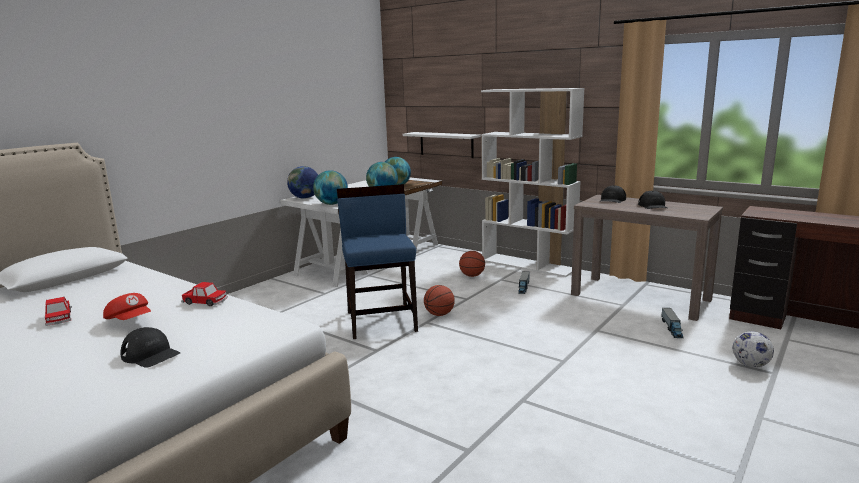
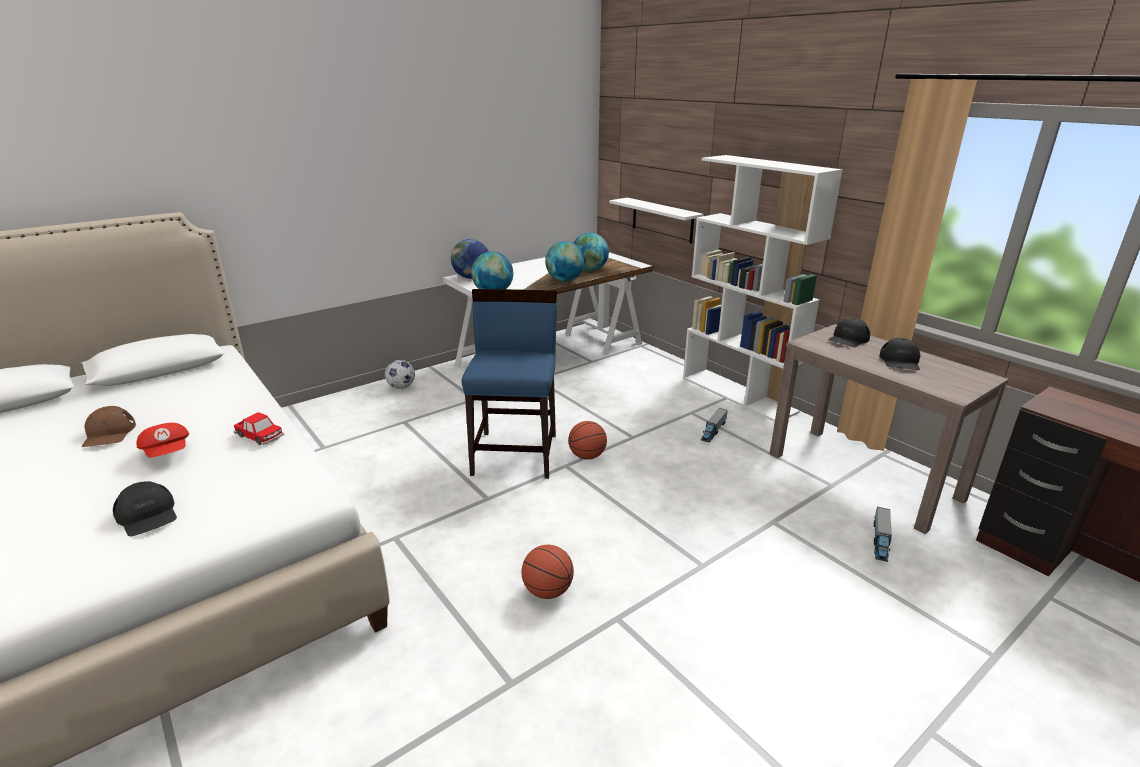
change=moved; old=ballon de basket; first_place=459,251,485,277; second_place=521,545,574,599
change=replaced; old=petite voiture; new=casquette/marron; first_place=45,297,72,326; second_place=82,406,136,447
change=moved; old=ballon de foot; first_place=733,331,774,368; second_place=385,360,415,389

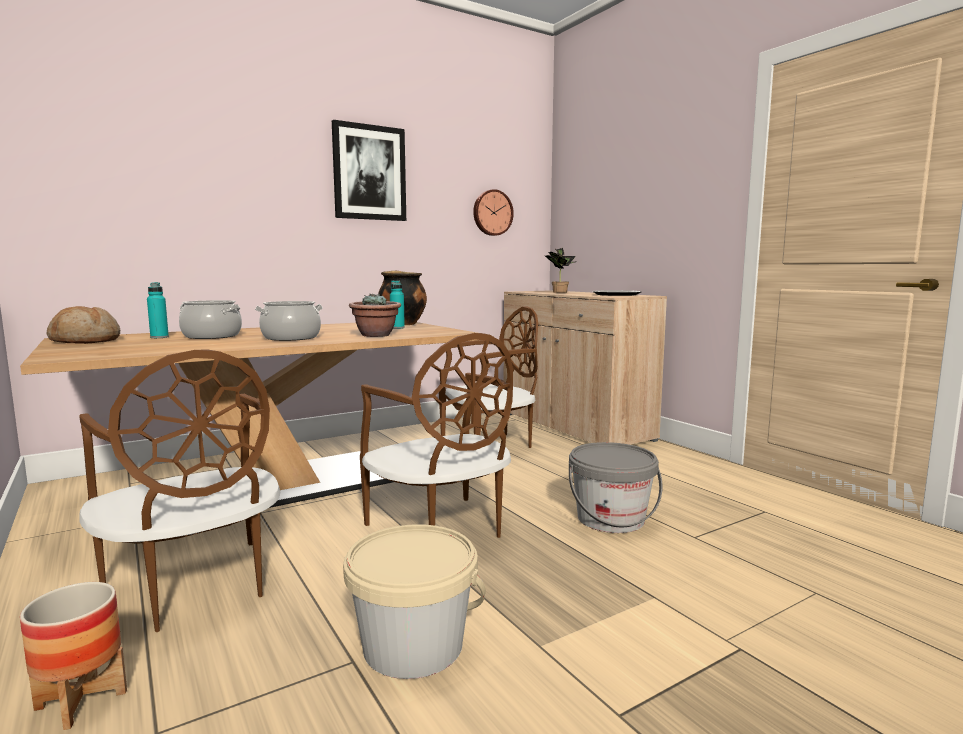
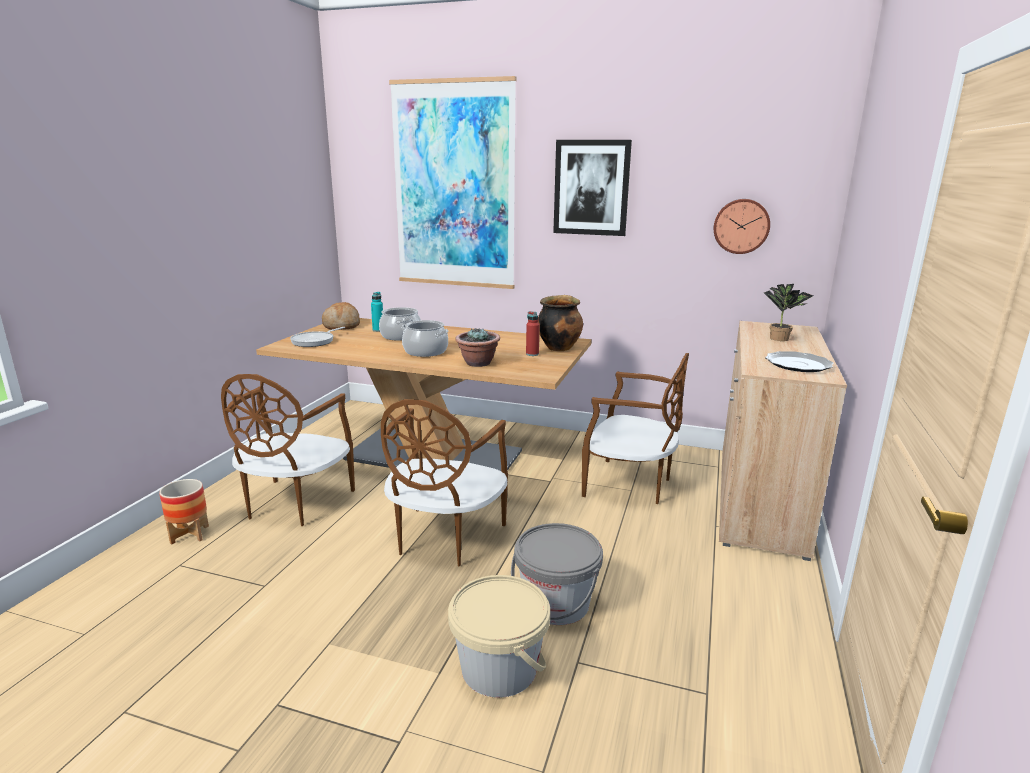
change=recoloured; old=bouteille/turquoise; new=bouteille/rouge; first_place=390,280,405,329; second_place=526,311,540,356
change=moved; old=seau/beige; first_place=343,524,486,679; second_place=448,575,550,698
change=added; new=tableau; second_place=389,76,516,289
change=added; new=poêle; second_place=290,327,345,347

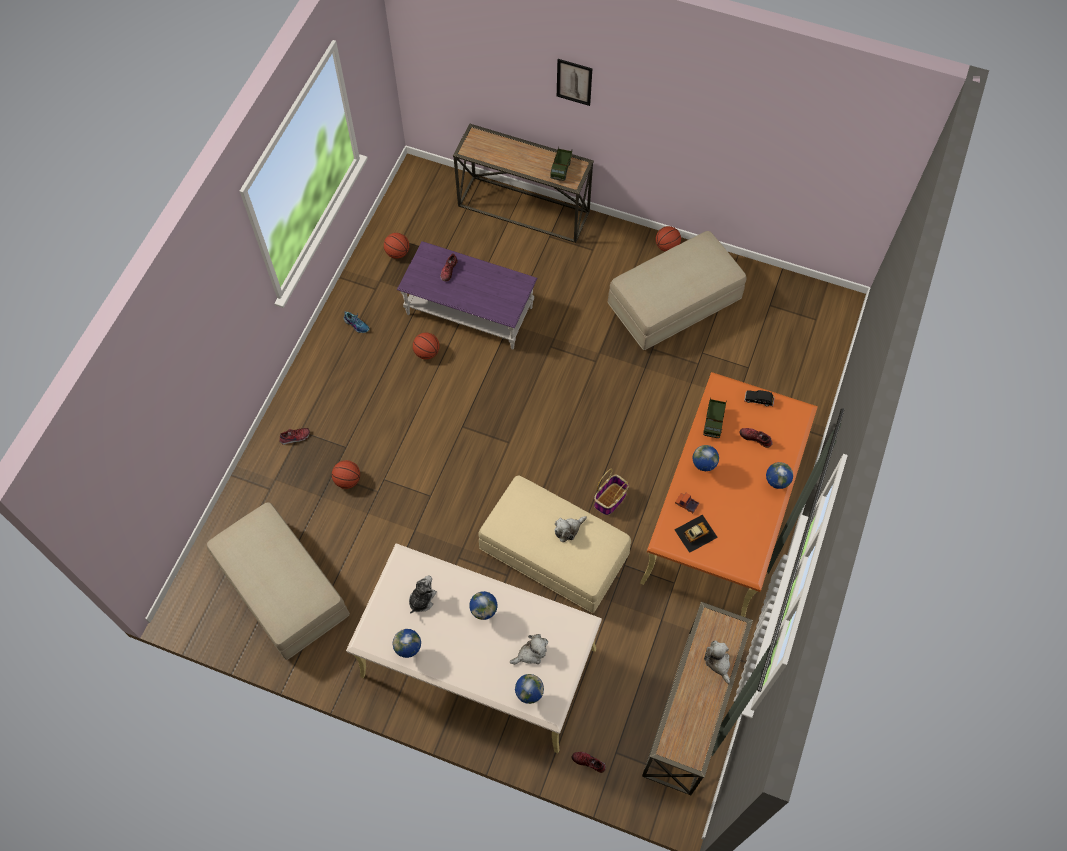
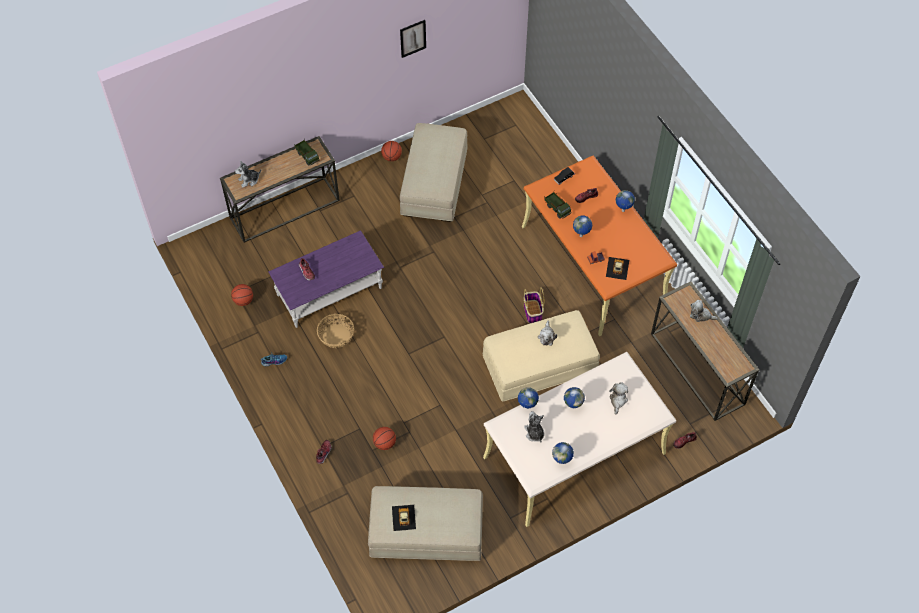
change=moved; old=tableau; first_place=557,59,592,106; second_place=400,20,426,58
change=replaced; old=ballon de basket; new=panier; first_place=413,332,440,359; second_place=317,314,354,348
change=moved; old=globe; first_place=515,674,544,704; second_place=518,387,539,409
change=added; new=peluche; second_place=235,160,261,188
change=added; new=petite voiture; second_place=392,505,416,531

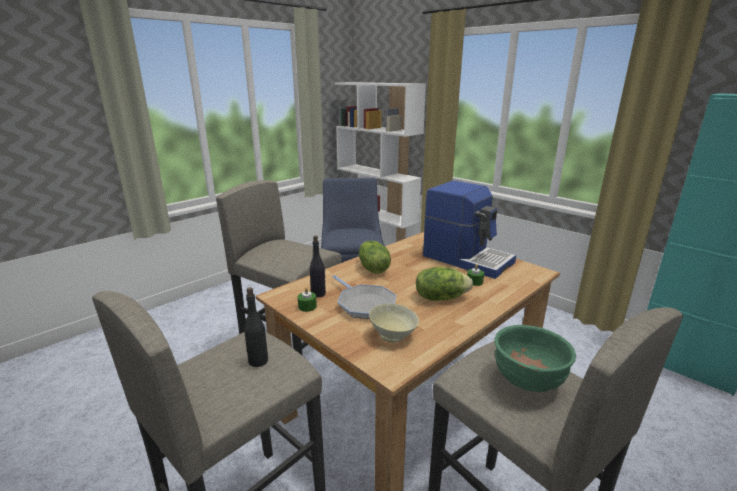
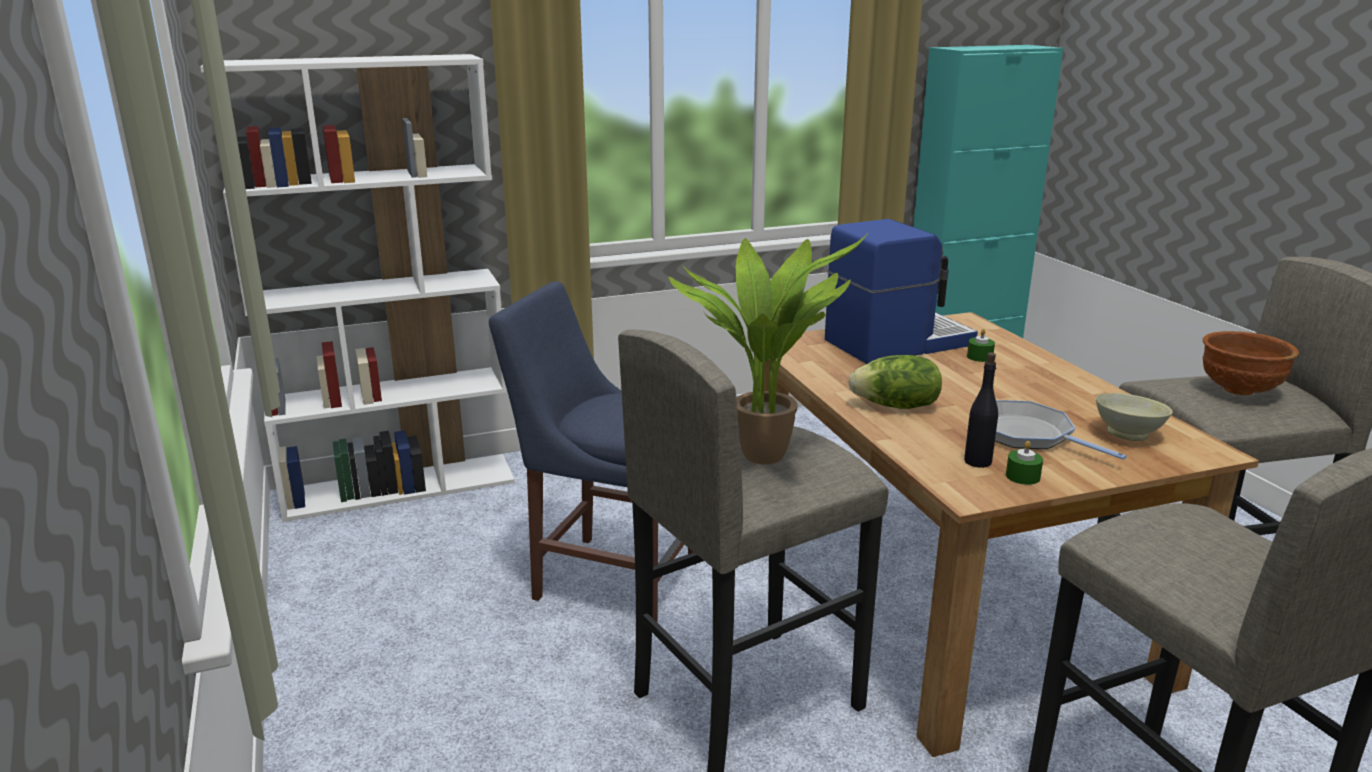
change=removed; old=laitue; first_place=416,267,473,301
change=turned; old=poêle; first_place=332,275,396,319; second_place=995,400,1127,460; degrees=-120
change=removed; old=bouteille/noir; first_place=244,287,268,367
change=recoloured; old=bol/vert; new=bol/marron; first_place=494,325,576,392; second_place=1203,331,1299,395
change=added; new=plante en pot; second_place=669,232,869,464

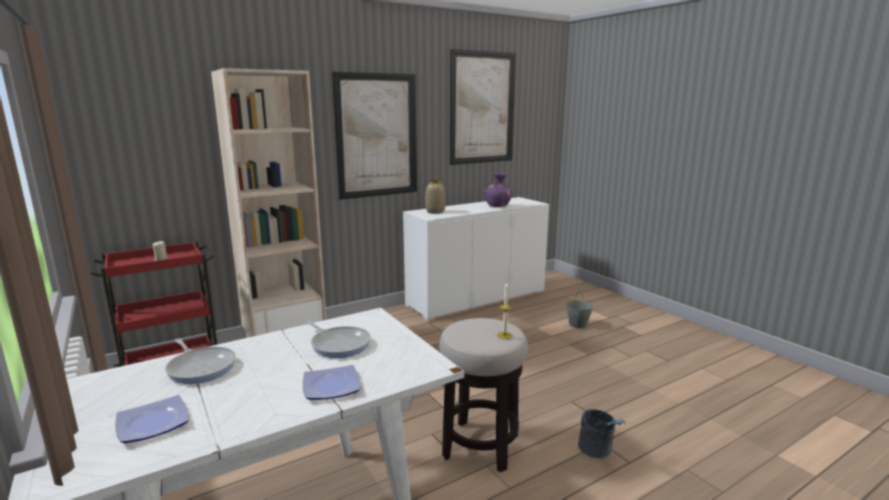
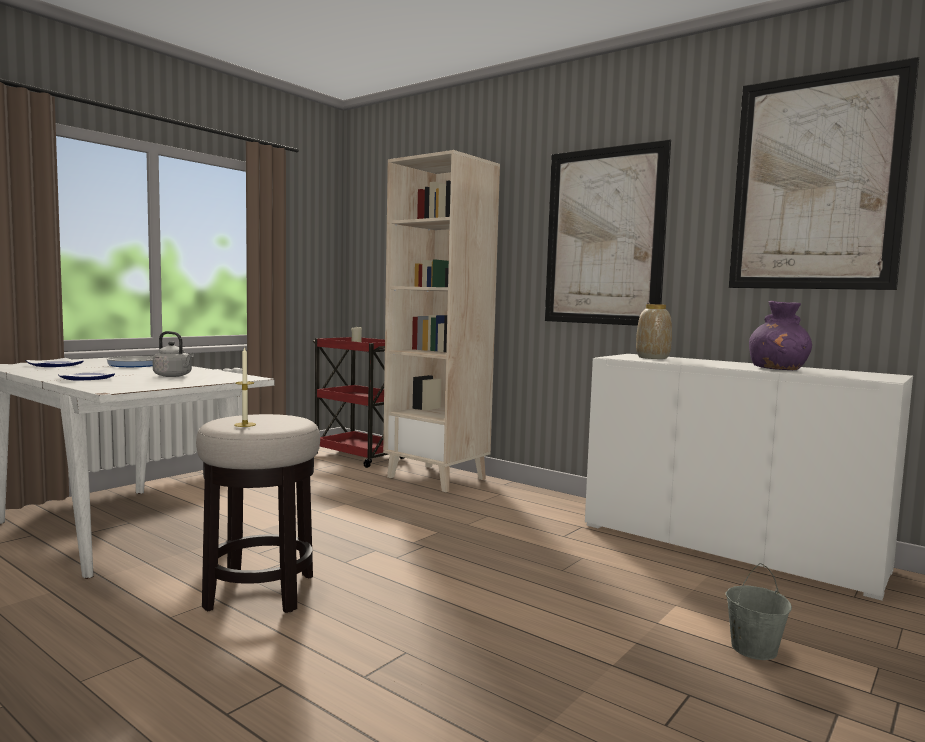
change=replaced; old=poêle; new=bouilloire/gris; first_place=304,320,371,358; second_place=153,331,194,377
change=removed; old=seau/gris; first_place=578,409,626,458

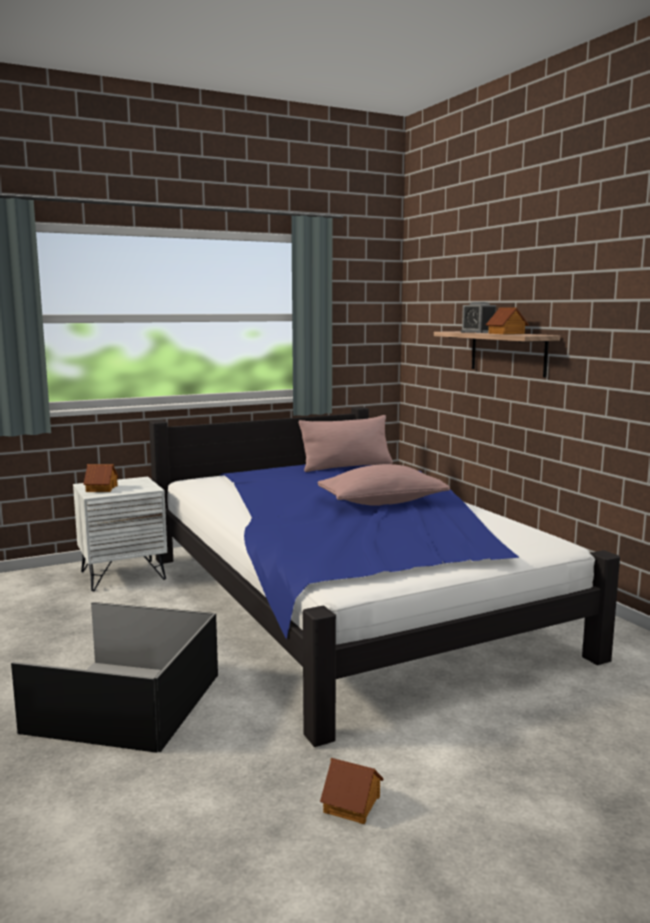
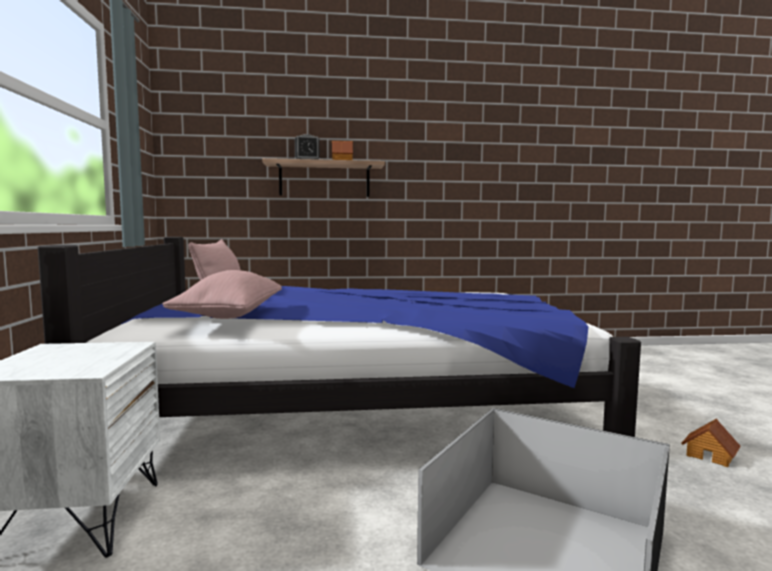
change=removed; old=maison miniature; first_place=83,464,118,492
change=moved; old=coussin/rose; first_place=317,464,450,506; second_place=162,270,282,319

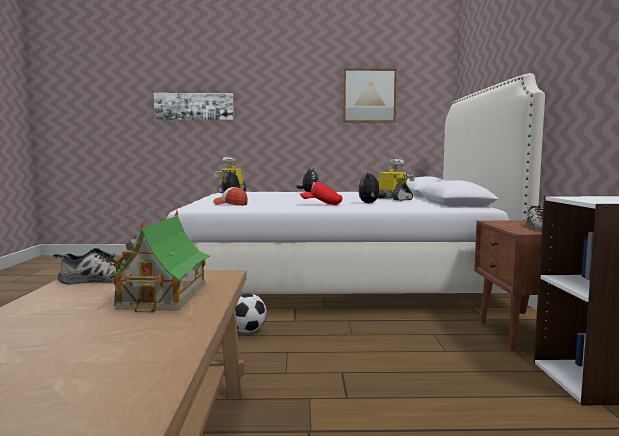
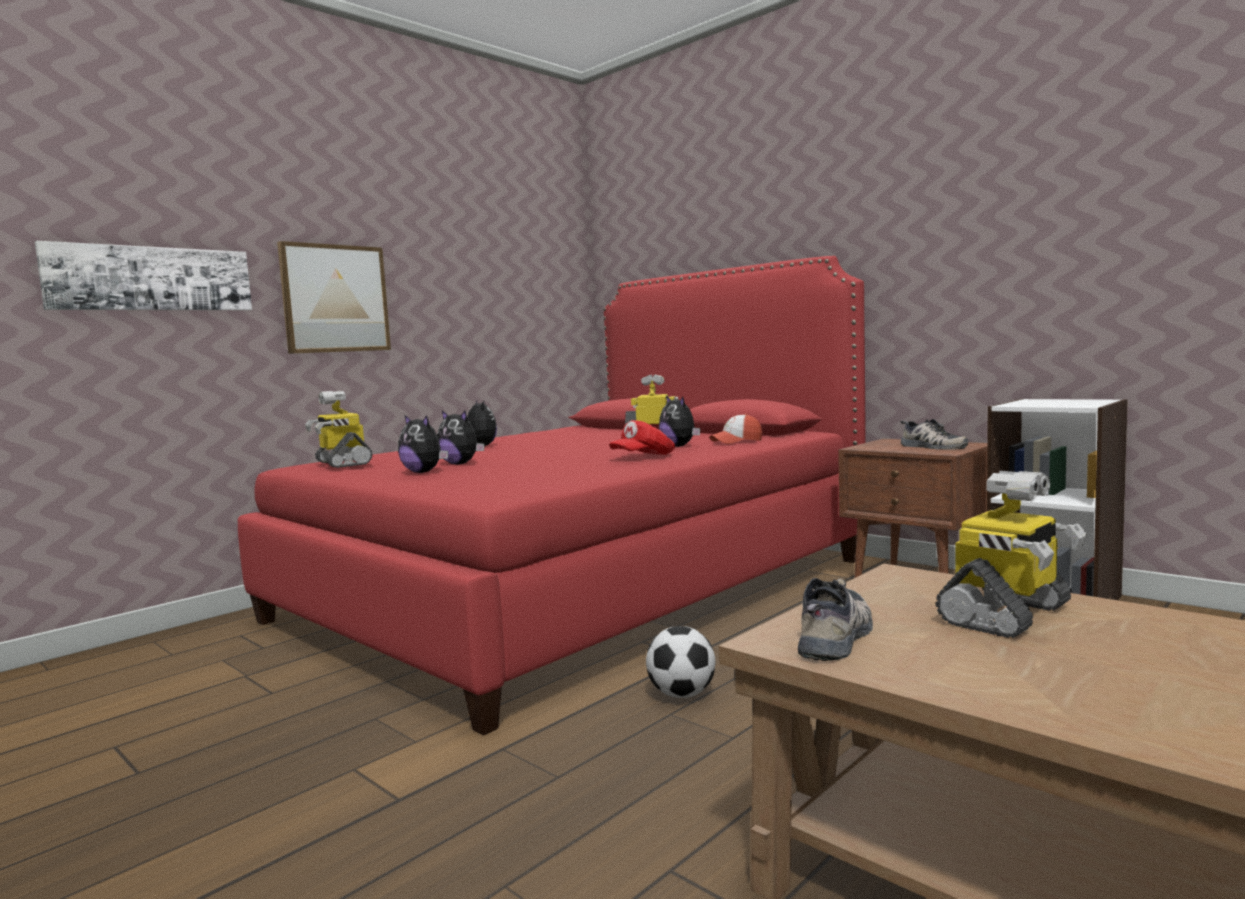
change=moved; old=tableau; first_place=343,68,397,123; second_place=277,241,391,354
change=recoloured; old=lit/blanc; new=lit/rouge; first_place=167,73,545,314; second_place=238,256,866,735
change=moved; old=casquette; first_place=213,187,248,206; second_place=709,414,762,444
change=replaced; old=maison miniature; new=robot jouet; first_place=105,210,210,313; second_place=935,471,1087,638
change=added; new=peluche; second_place=437,411,485,465

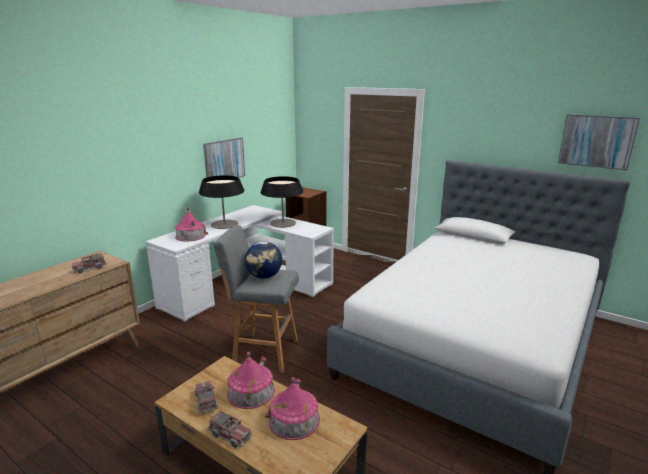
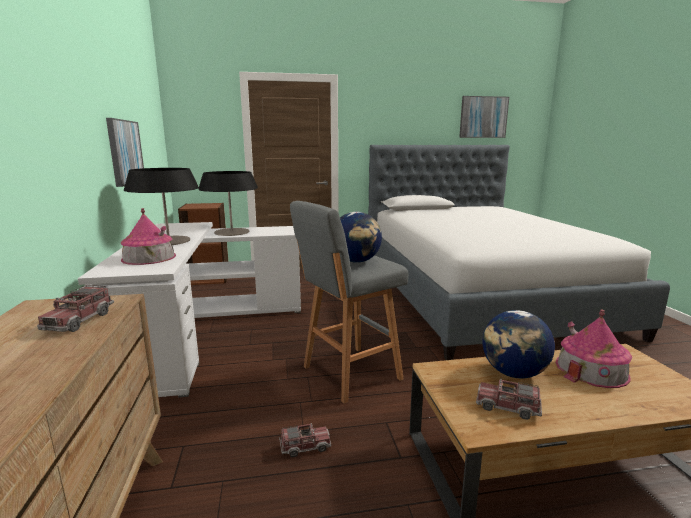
change=replaced; old=maison miniature; new=globe; first_place=227,352,275,409; second_place=482,310,555,378
change=moved; old=camion jouet; first_place=208,410,252,448; second_place=279,423,331,457

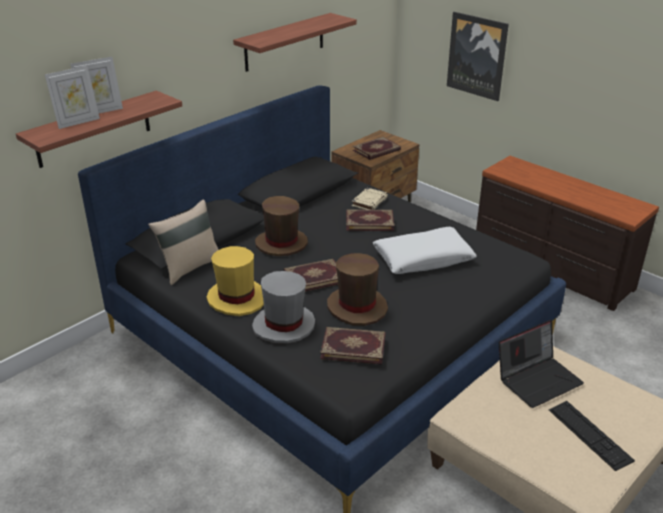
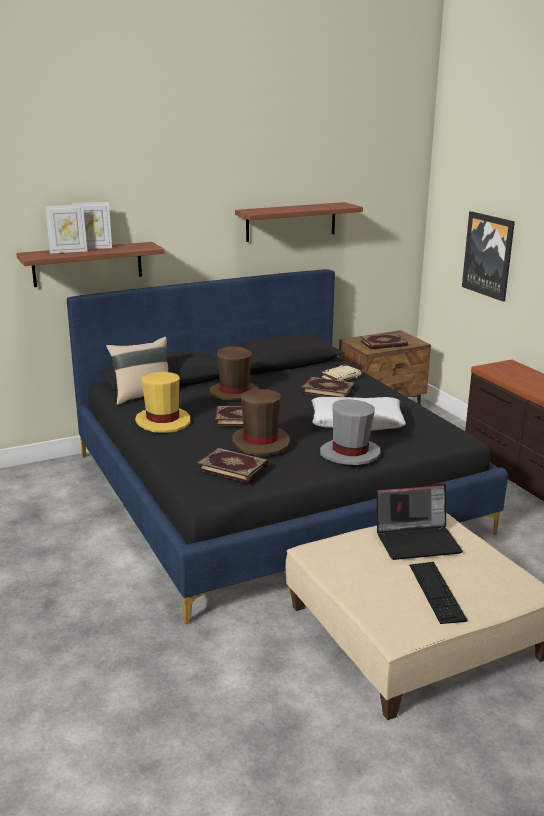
change=moved; old=chapeau/gris; first_place=252,271,315,343; second_place=320,399,380,465

